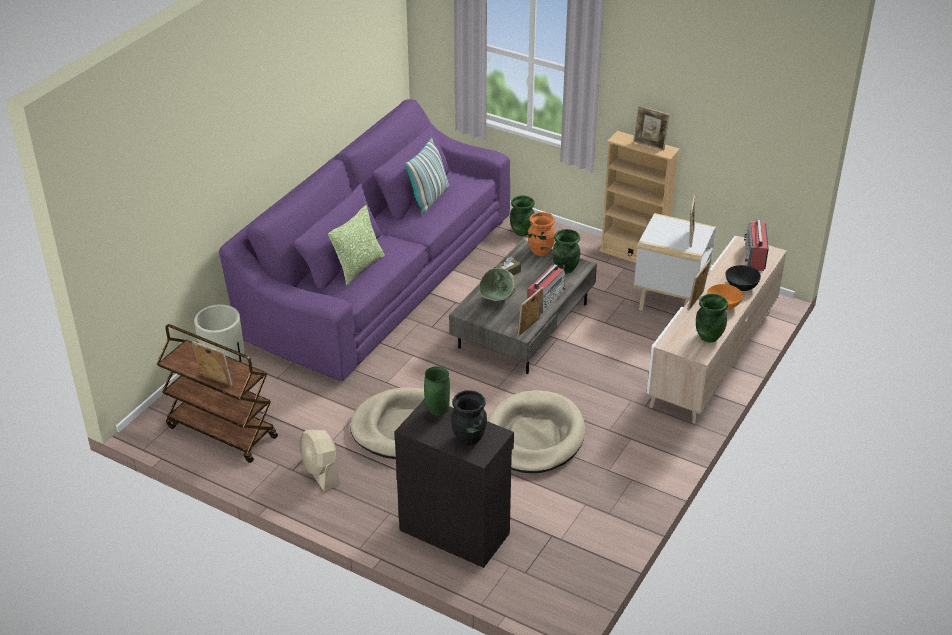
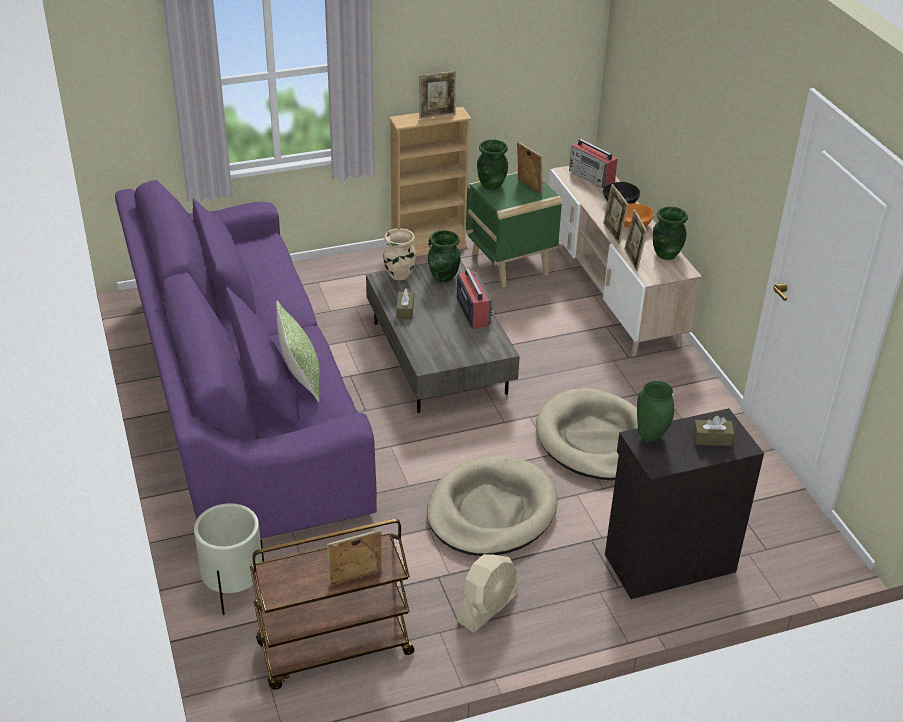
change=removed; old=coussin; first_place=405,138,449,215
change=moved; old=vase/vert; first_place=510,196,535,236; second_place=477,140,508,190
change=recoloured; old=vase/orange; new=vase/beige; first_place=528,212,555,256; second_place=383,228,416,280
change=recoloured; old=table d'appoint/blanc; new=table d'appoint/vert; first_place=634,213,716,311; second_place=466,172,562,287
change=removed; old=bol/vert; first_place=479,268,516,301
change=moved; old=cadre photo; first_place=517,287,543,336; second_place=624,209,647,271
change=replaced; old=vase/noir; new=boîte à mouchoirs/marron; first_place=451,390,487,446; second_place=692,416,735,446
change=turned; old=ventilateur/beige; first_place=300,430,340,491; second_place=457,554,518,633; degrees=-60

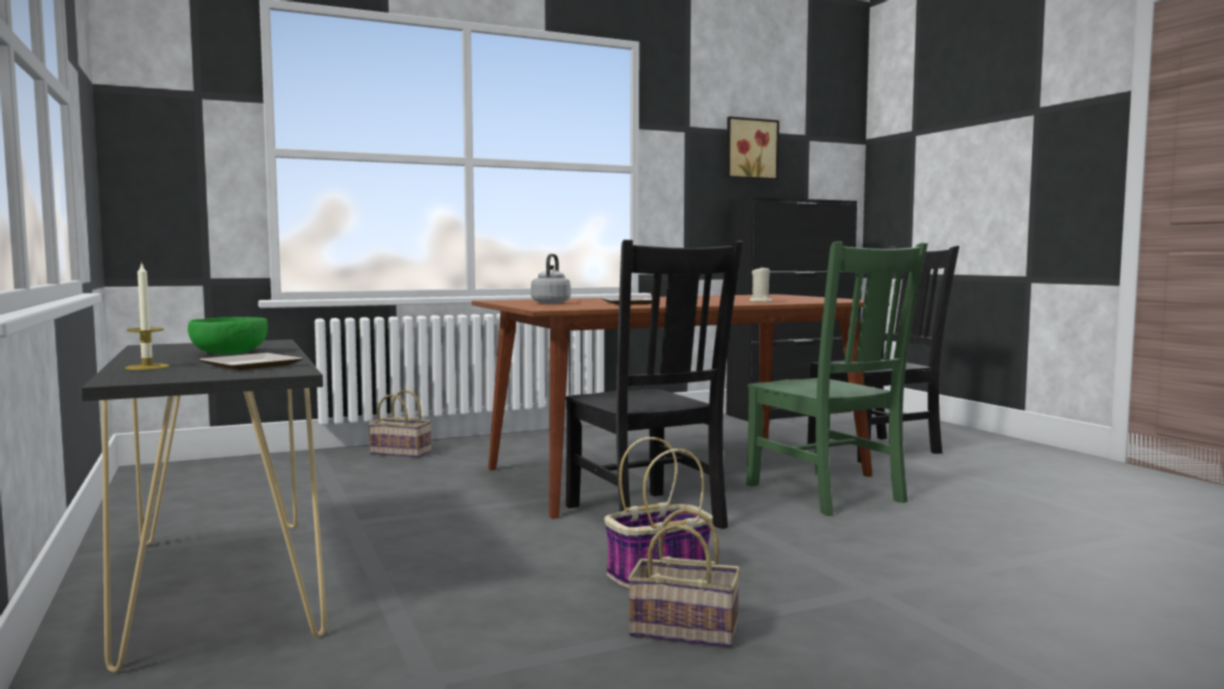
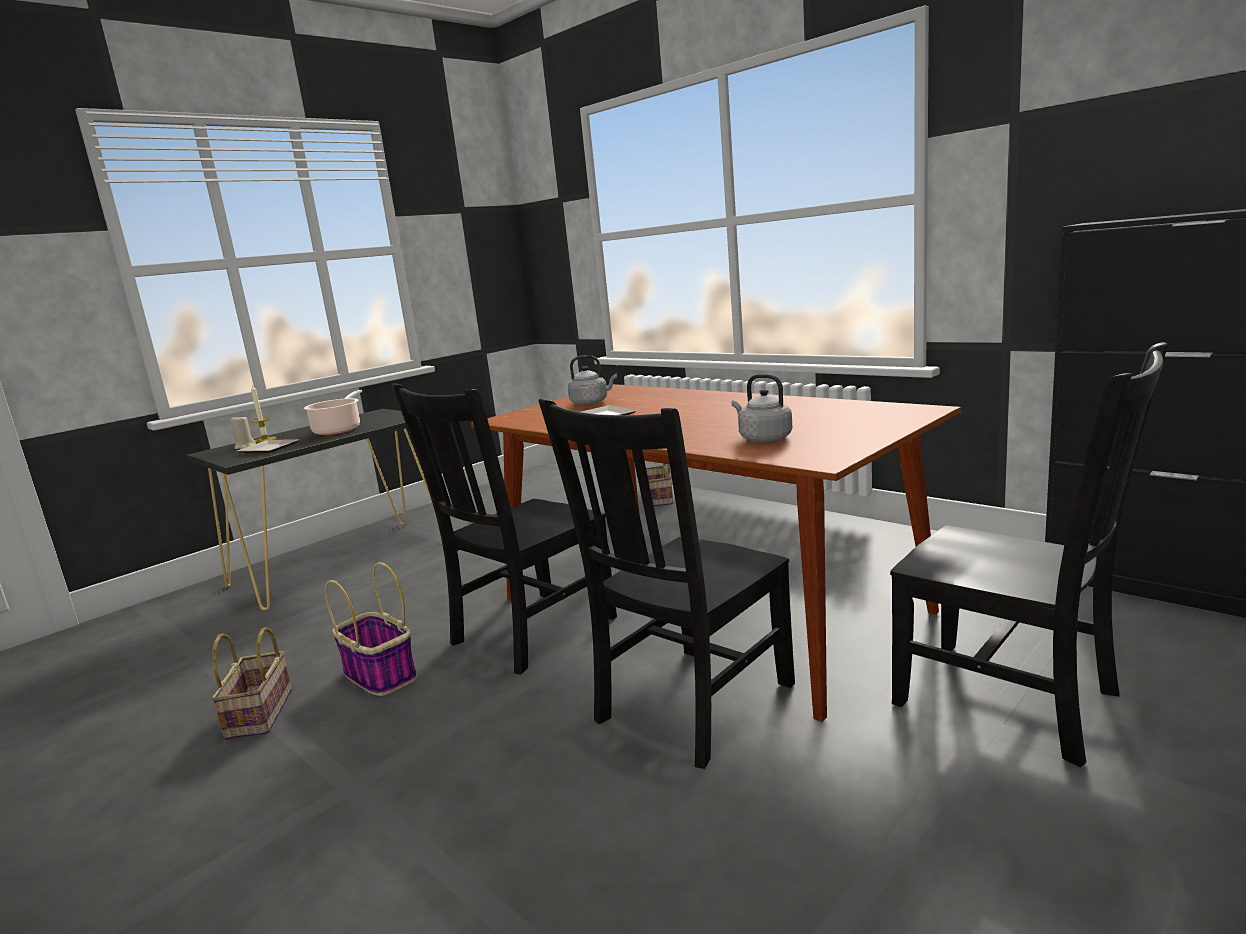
change=removed; old=tableau; first_place=727,116,779,180
change=recoloured; old=chaise/vert; new=chaise/noir; first_place=746,242,928,516; second_place=538,399,795,769
change=moved; old=bougie/beige; first_place=750,266,773,302; second_place=230,415,256,449
change=replaced; old=bol/vert; new=marmite; first_place=188,317,268,354; second_place=304,390,362,435
change=added; new=bouilloire/gris; second_place=732,374,792,442

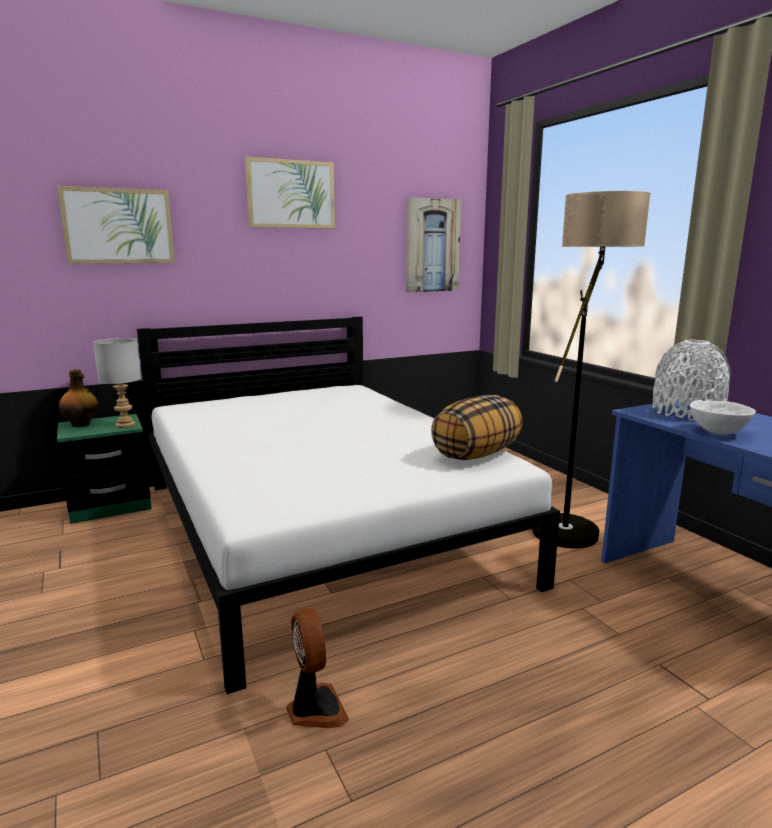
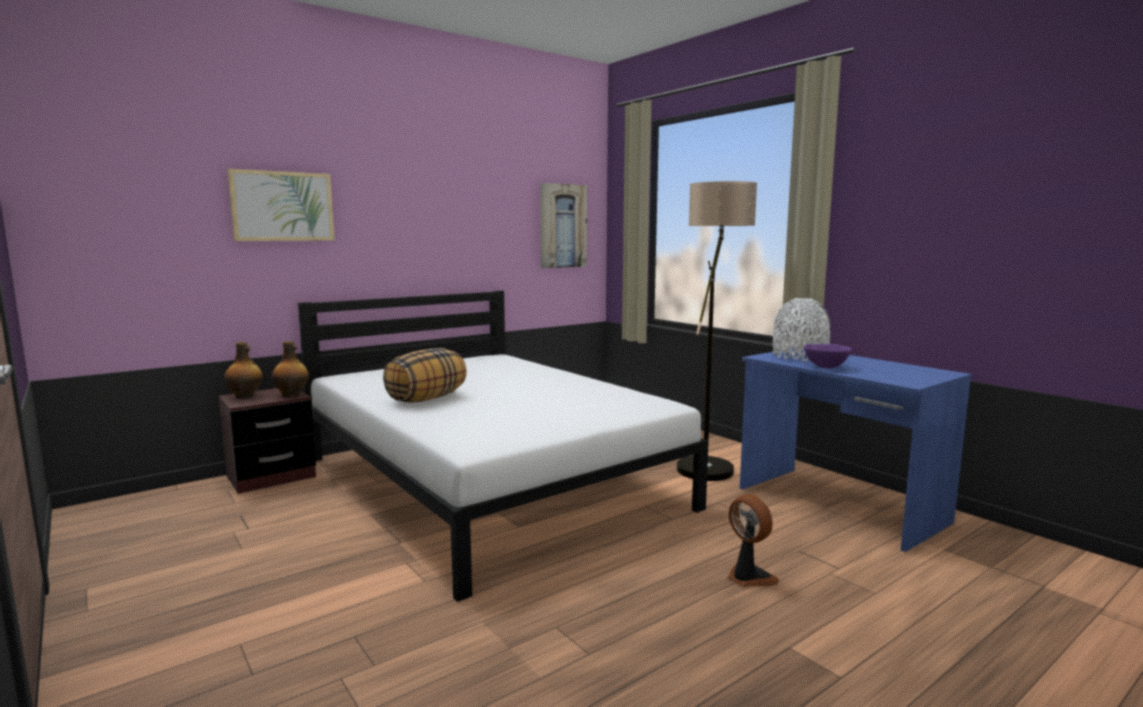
change=removed; old=tableau; first_place=245,157,335,229
change=replaced; old=lampe de table/gris; new=bouteille; first_place=93,338,141,428; second_place=271,341,309,397
change=moved; old=coussin; first_place=431,395,523,460; second_place=383,348,467,403
change=recoloured; old=bol/blanc; new=bol/violet; first_place=690,400,756,435; second_place=804,344,852,368
change=recoloured; old=table de chevet/vert; new=table de chevet/marron; first_place=57,414,152,524; second_place=219,388,316,494
change=moved; old=ventilateur; first_place=286,608,349,728; second_place=727,494,779,587

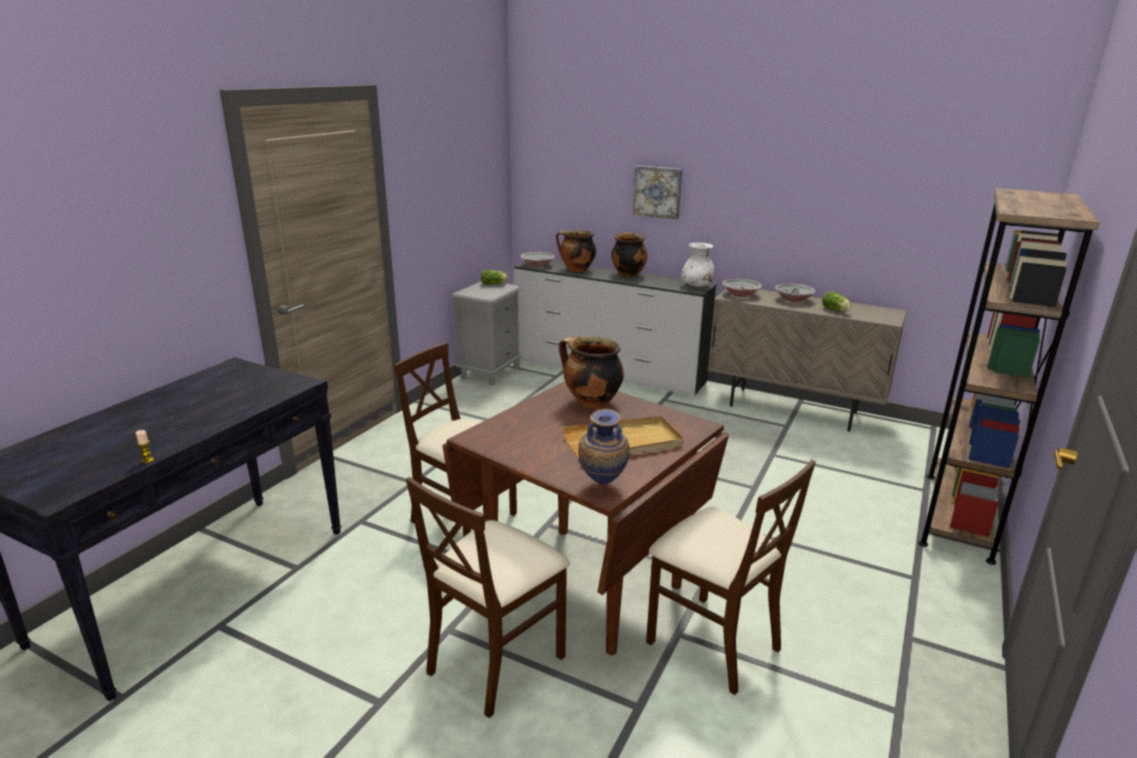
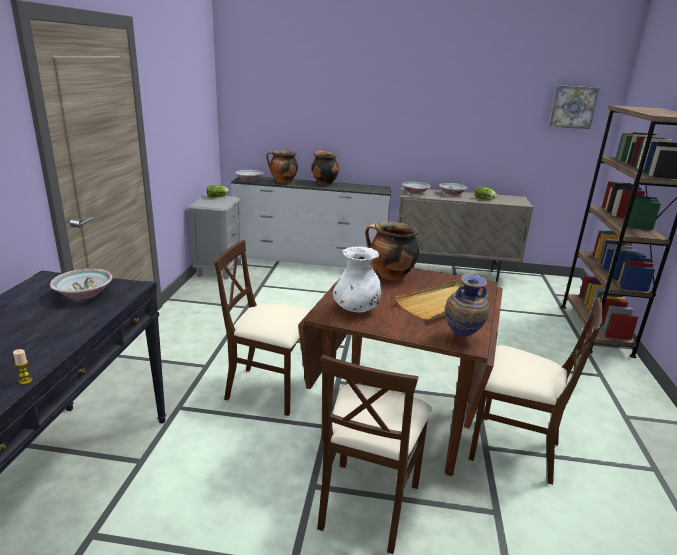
change=moved; old=tableau; first_place=633,165,683,219; second_place=549,85,599,129
change=moved; old=vase/blanc; first_place=681,243,714,287; second_place=333,246,381,313
change=added; new=bol; second_place=50,269,113,300

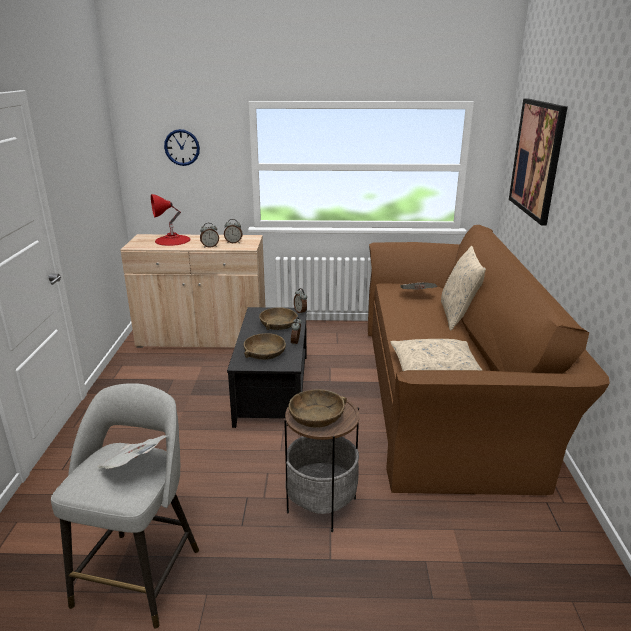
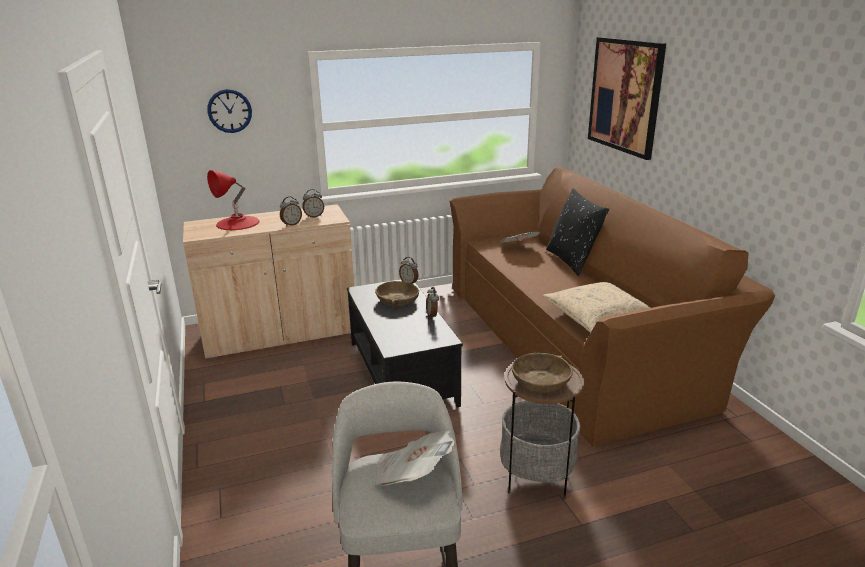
change=recoloured; old=coussin/beige; new=coussin/noir; first_place=441,246,486,331; second_place=546,188,609,276
change=removed; old=bol/marron; first_place=244,333,286,360

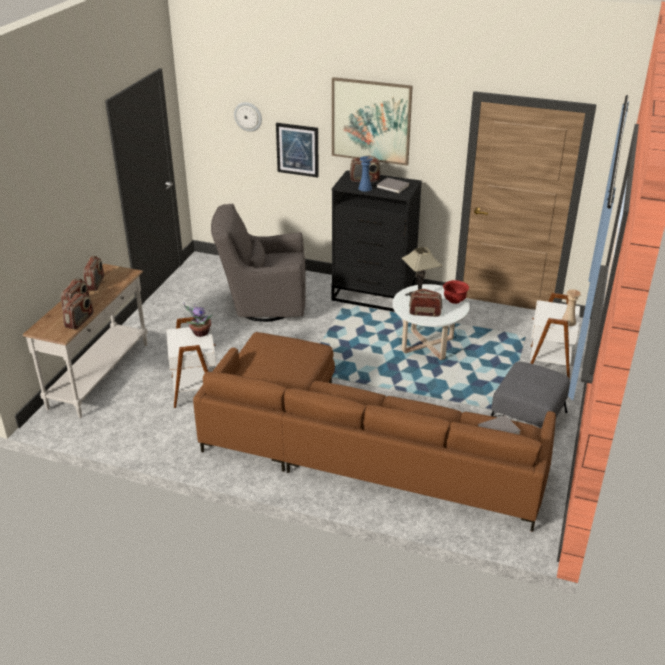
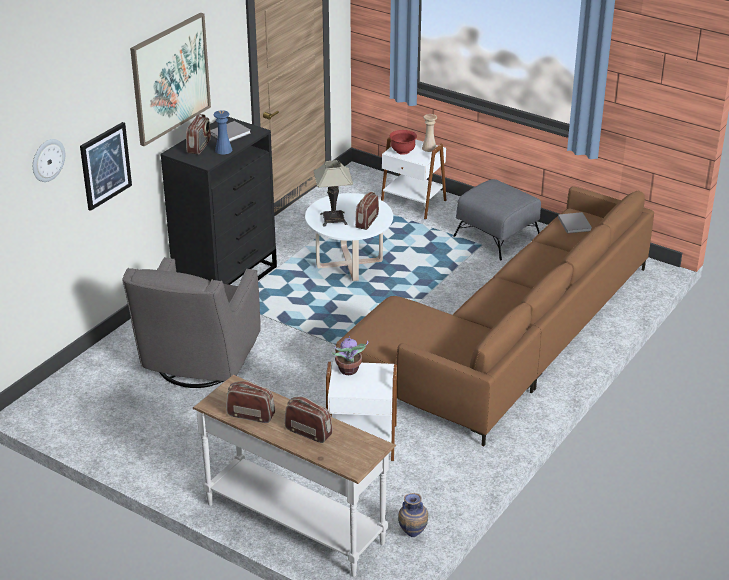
change=moved; old=bol/rouge; first_place=443,280,469,304; second_place=390,130,417,155
change=removed; old=radio; first_place=62,292,93,330
change=added; new=vase; second_place=398,493,428,537

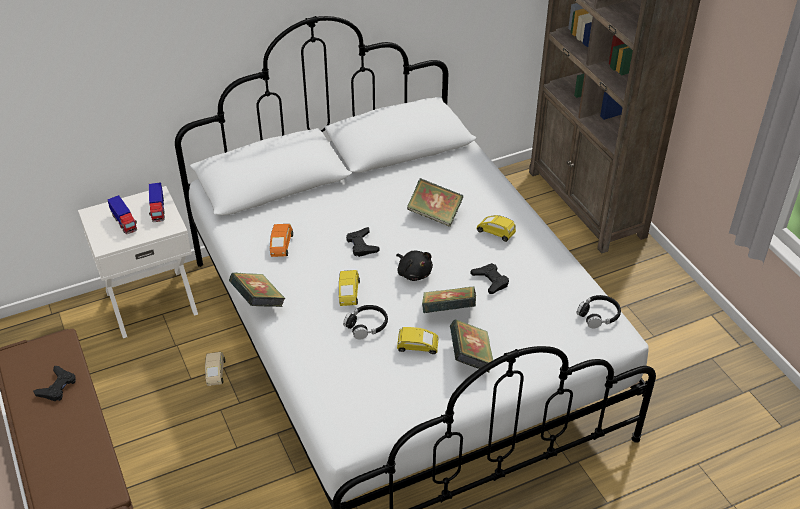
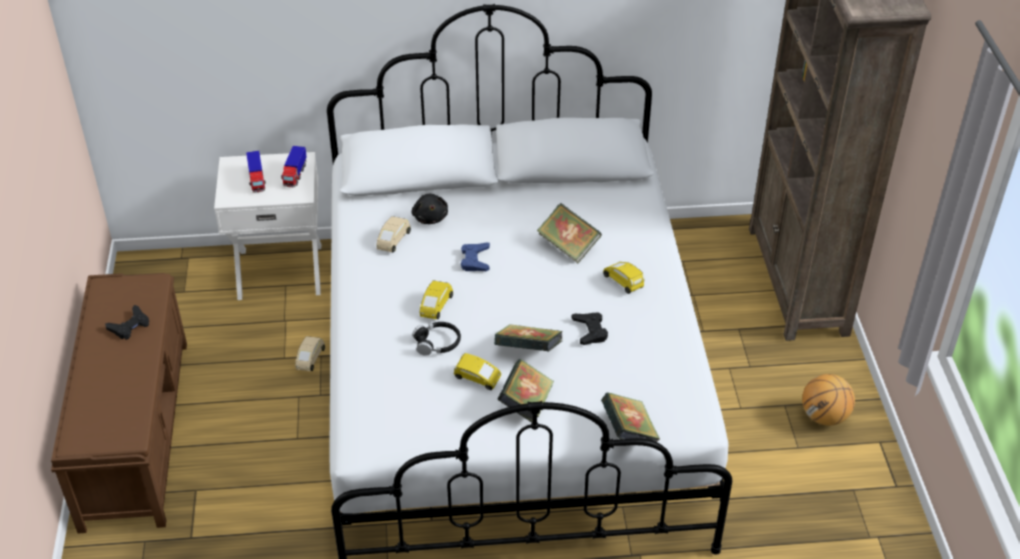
change=recoloured; old=petite voiture/orange; new=petite voiture/beige; first_place=270,224,293,257; second_place=376,216,411,252
change=recoloured; old=manette/noir; new=manette/bleu; first_place=346,227,380,257; second_place=461,242,490,271
change=moved; old=peluche/noir; first_place=396,251,433,281; second_place=412,194,448,224
change=moved; old=livre; first_place=229,272,285,307; second_place=601,392,660,442
change=removed; old=casque audio/noir; first_place=577,295,621,328
change=added; new=ballon de basket; second_place=802,374,855,426

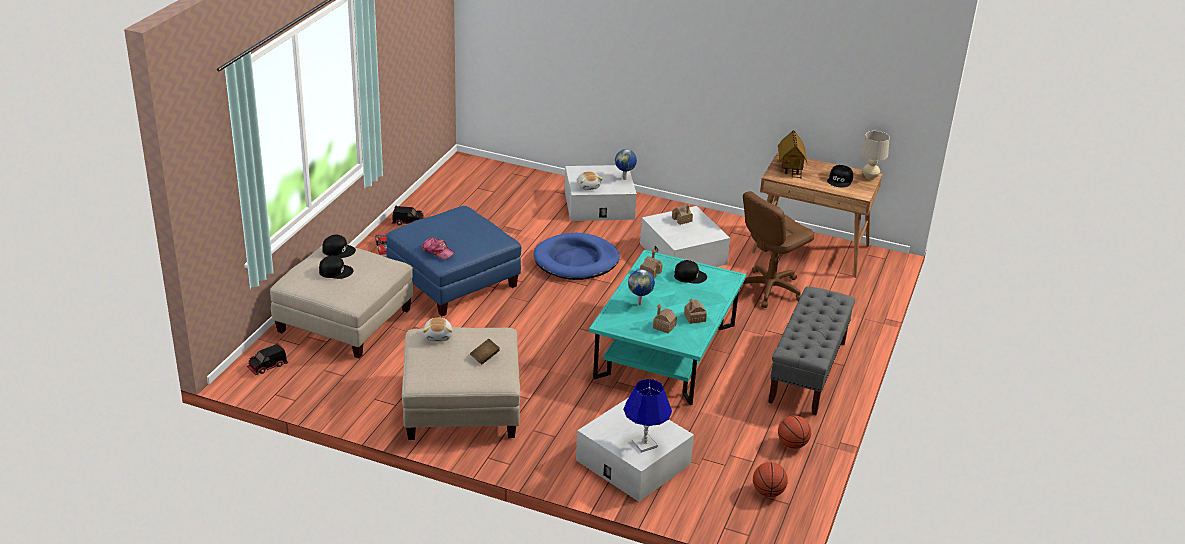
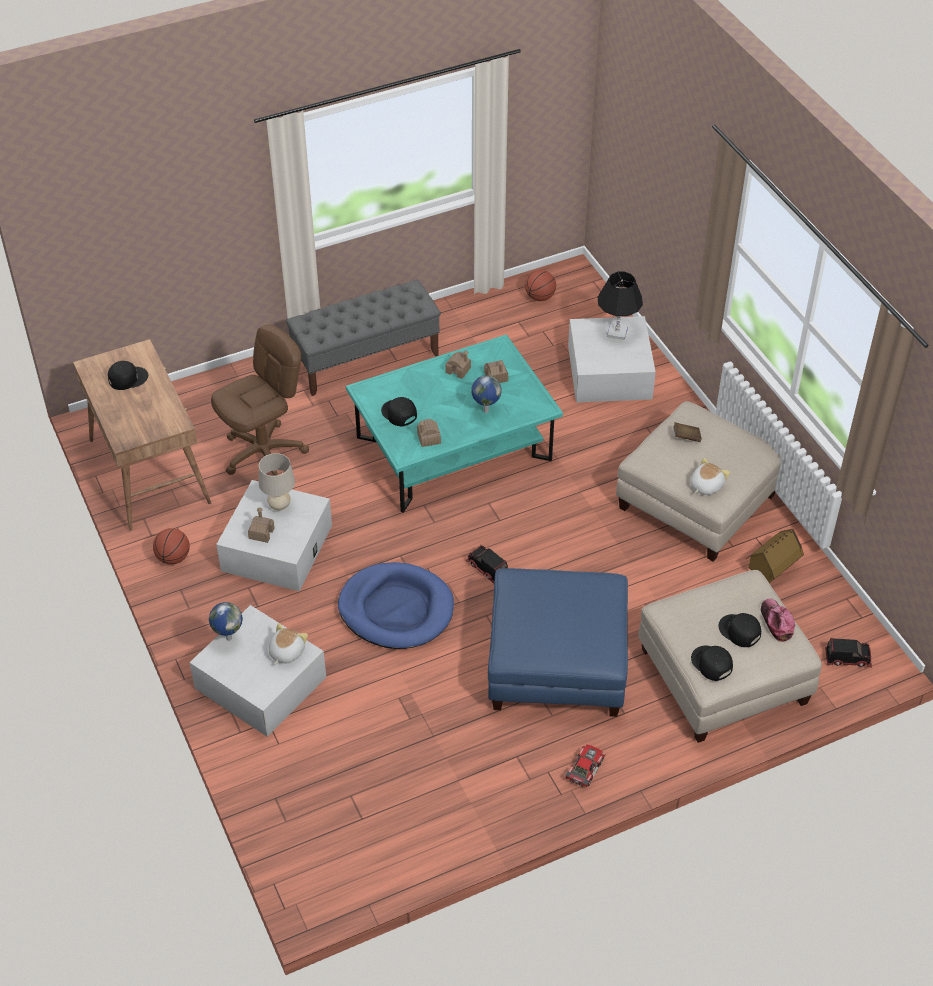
change=moved; old=maison miniature; first_place=778,130,807,178; second_place=746,529,804,583
change=moved; old=lampe de table/beige; first_place=861,131,890,179; second_place=259,453,295,511
change=turned; old=chaise de bureau/marron; first_place=741,191,814,308; second_place=211,324,309,476; degrees=-45
change=moved; old=camion jouet; first_place=392,205,424,225; second_place=465,545,508,584
change=moved; old=casquette; first_place=422,238,455,259; second_place=761,598,795,642
change=recoloured; old=lampe de table/bleu; new=lampe de table/noir; first_place=623,379,672,453; second_place=598,272,643,340
change=moved; old=ballon de basket; first_place=778,415,811,449; second_place=153,528,190,565

